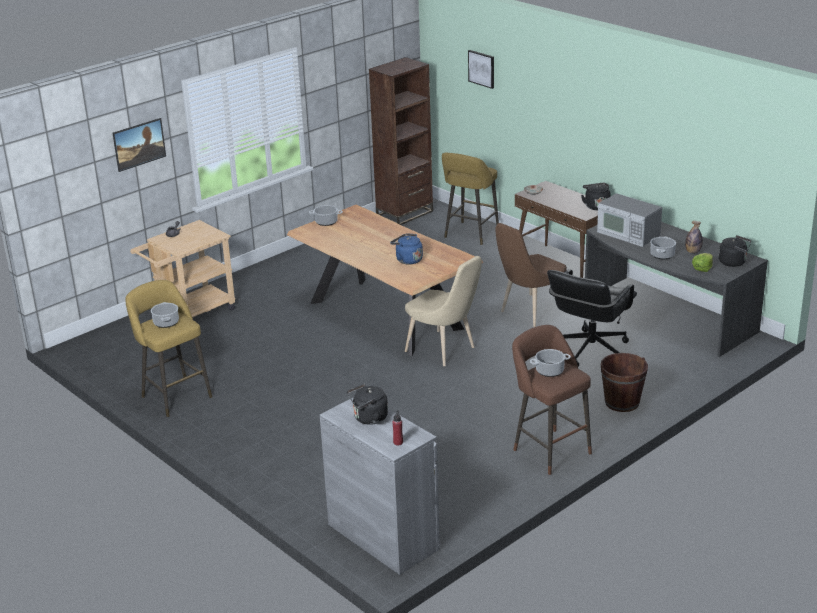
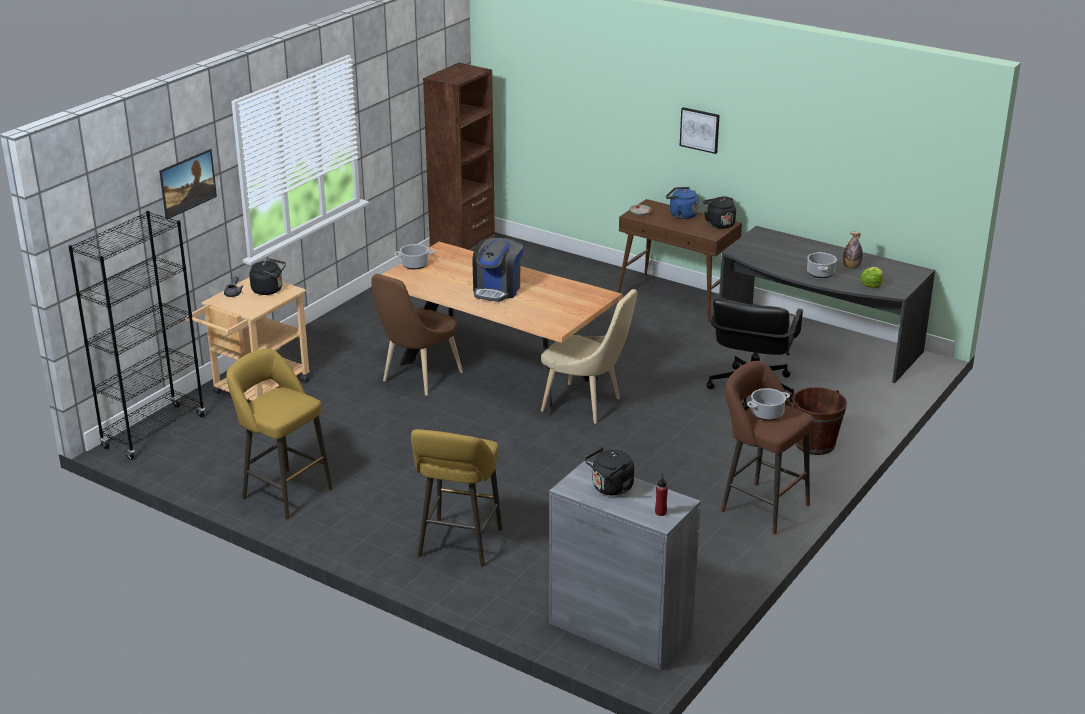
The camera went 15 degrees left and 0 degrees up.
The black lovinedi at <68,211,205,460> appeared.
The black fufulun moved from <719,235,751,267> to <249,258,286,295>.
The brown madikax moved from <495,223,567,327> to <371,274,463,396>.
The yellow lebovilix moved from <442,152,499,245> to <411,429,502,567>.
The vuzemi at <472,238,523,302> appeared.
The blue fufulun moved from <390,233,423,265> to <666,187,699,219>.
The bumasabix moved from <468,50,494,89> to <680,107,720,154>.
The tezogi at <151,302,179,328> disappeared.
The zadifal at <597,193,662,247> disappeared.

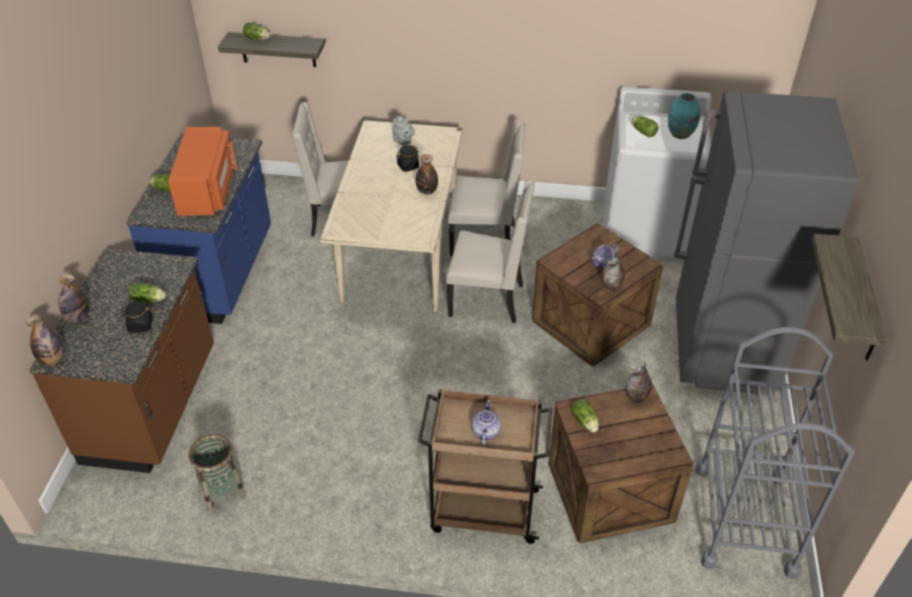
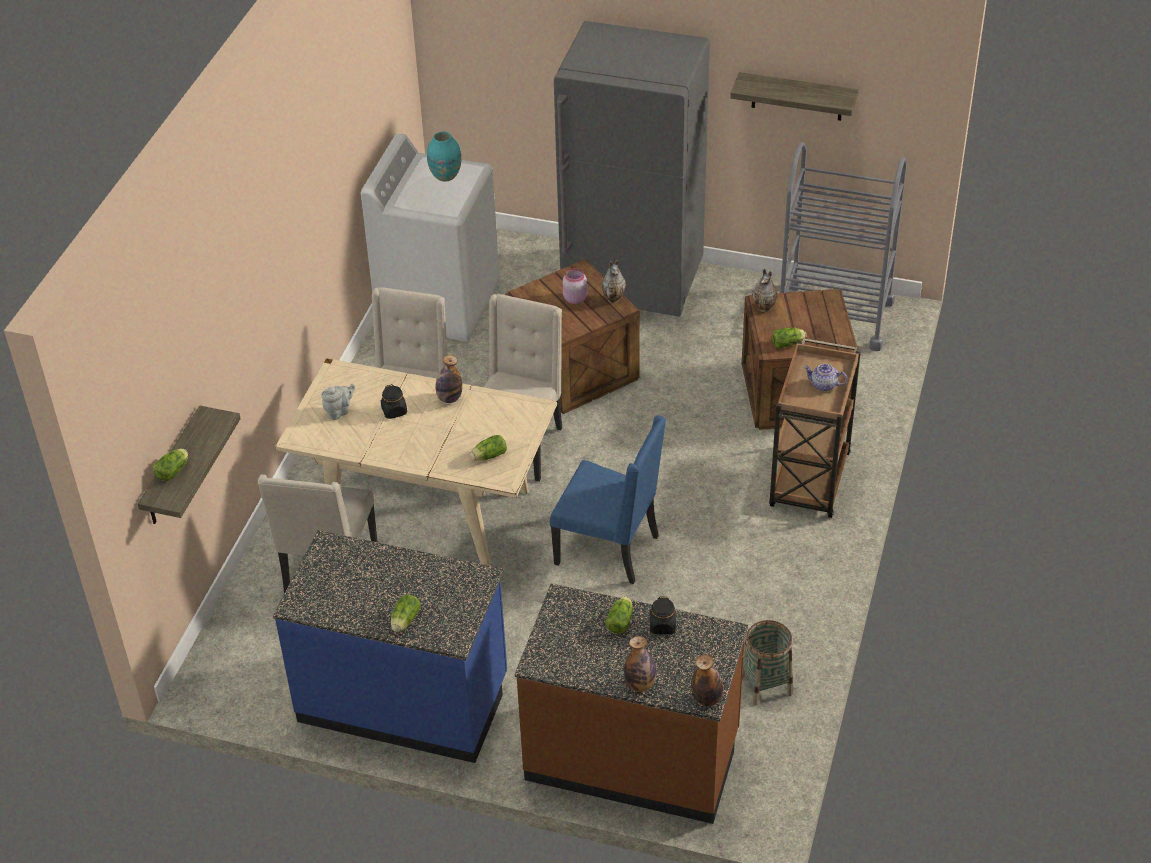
The camera went 80 degrees left and 0 degrees up.
The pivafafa moved from <632,116,659,137> to <470,435,507,461>.
The blue madikax at <550,416,666,584> appeared.
The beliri at <592,243,618,269> was replaced by the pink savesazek at <563,268,587,304>.
The orange zadifal at <168,127,238,216> disappeared.

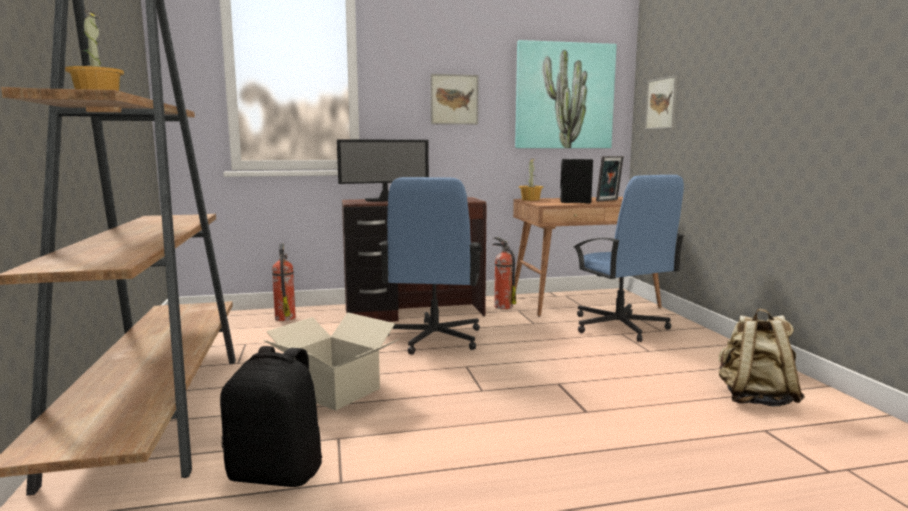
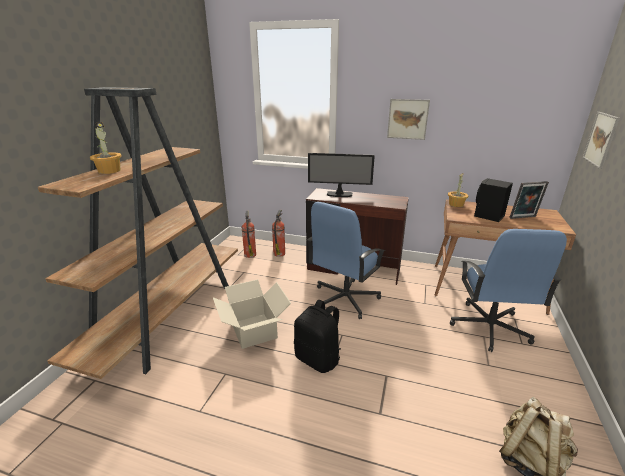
The camera went 30 degrees right and 15 degrees up.
The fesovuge moved from <492,237,516,309> to <242,210,256,258>.
The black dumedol moved from <220,346,322,487> to <294,300,341,373>.
The bumasabix at <515,40,617,148> disappeared.

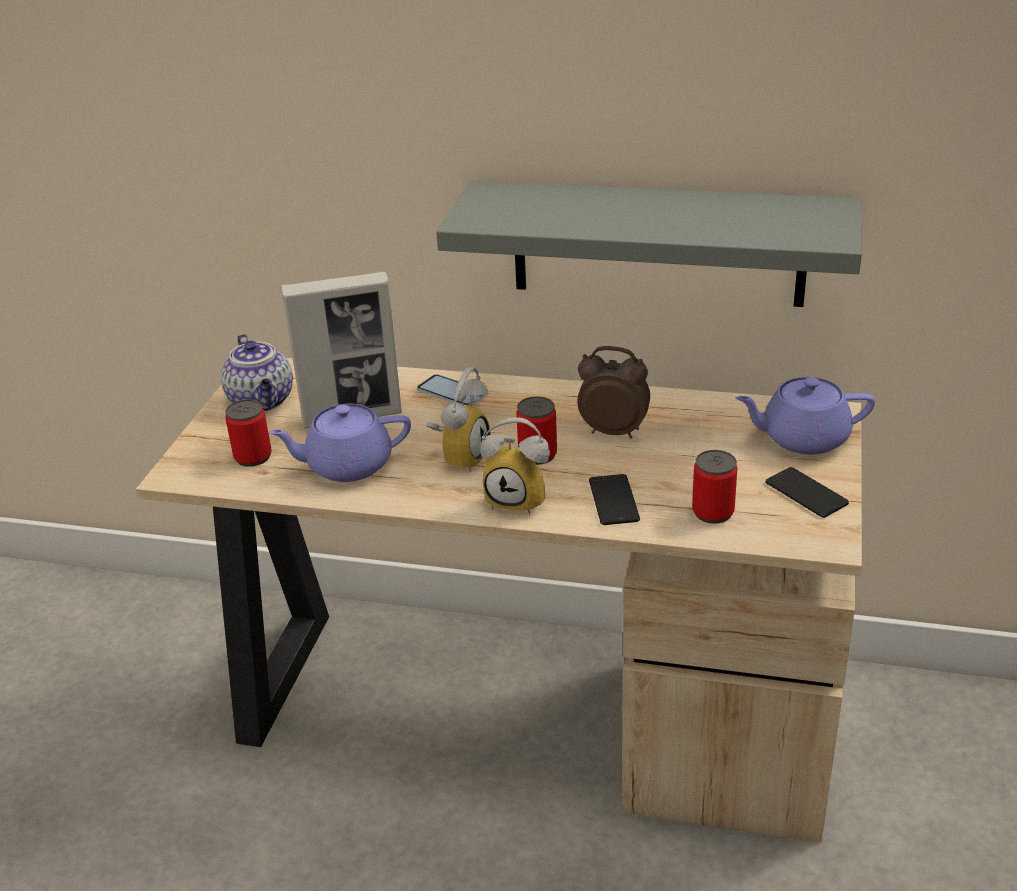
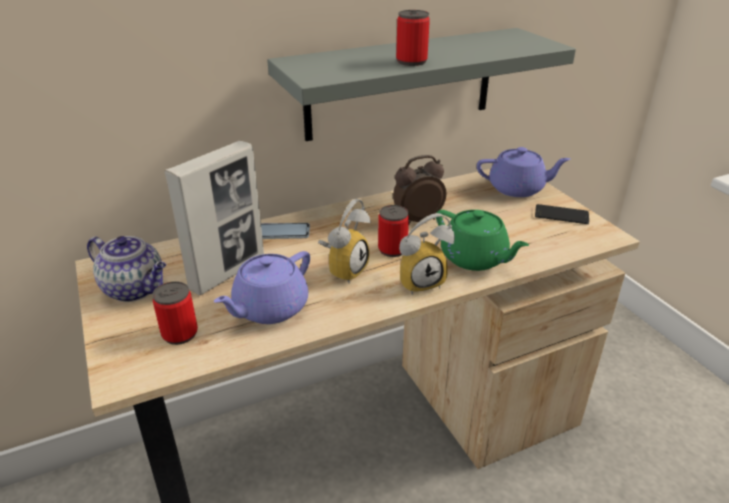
The camera went 40 degrees left and 0 degrees up.
The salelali at <426,367,491,472> turned 45 degrees clockwise.
The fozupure moved from <692,450,737,524> to <396,10,430,66>.
The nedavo at <589,474,640,525> was replaced by the green beliri at <436,210,529,271>.
The purple beliri at <735,377,875,455> turned 135 degrees counterclockwise.

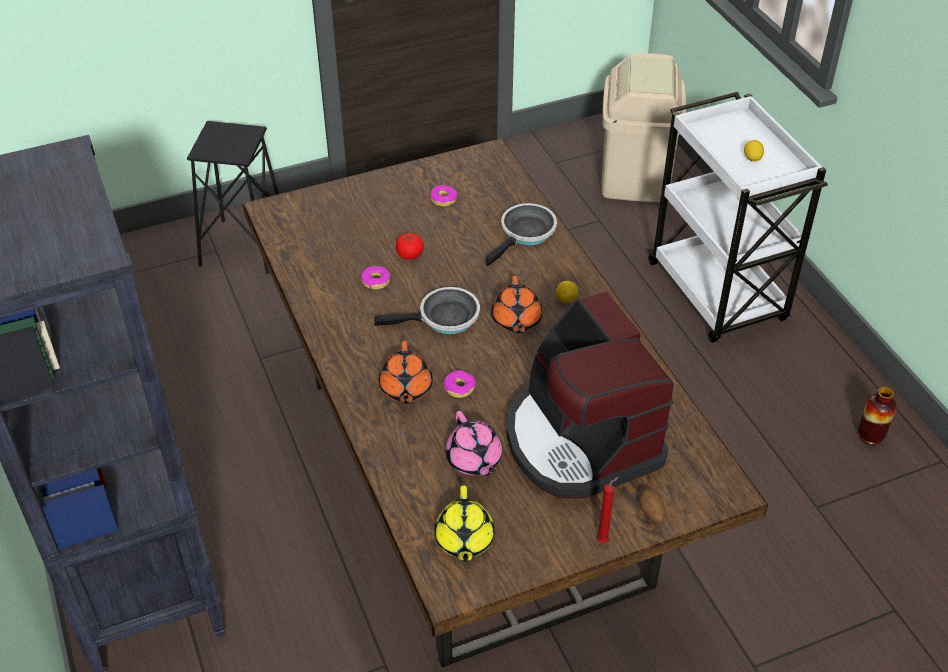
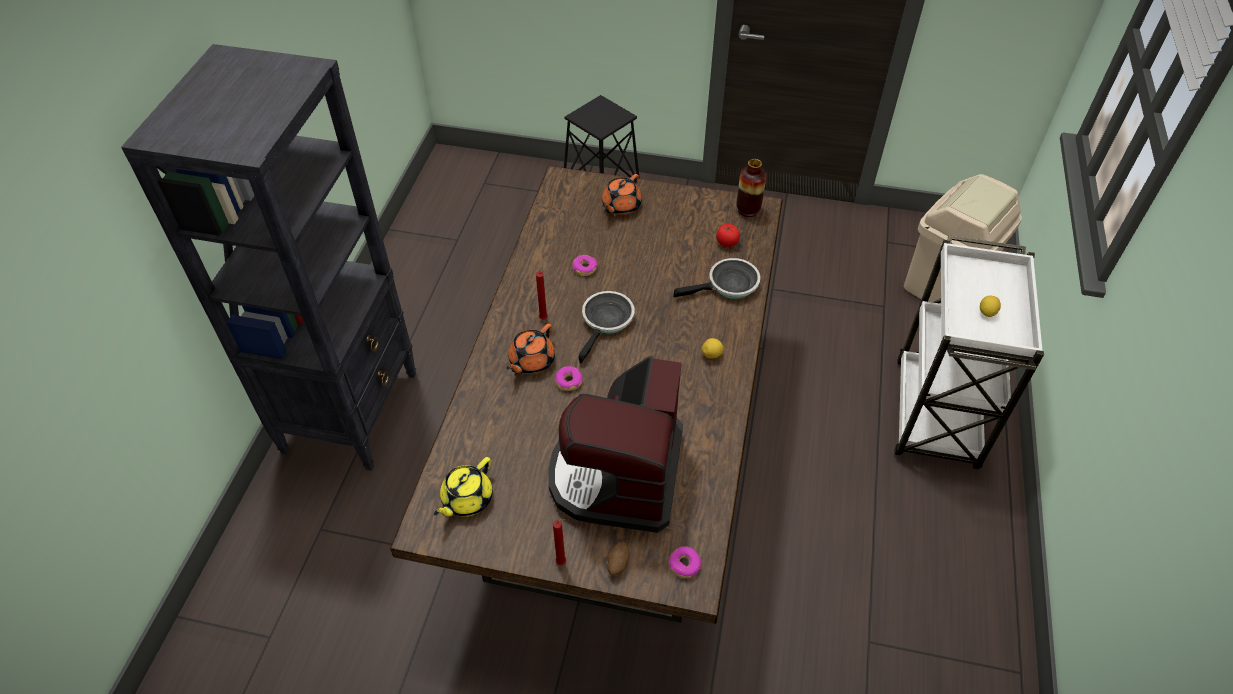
The camera went 35 degrees right and 5 degrees up.
The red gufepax at <536,264,548,320> appeared.
The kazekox at <374,287,480,334> turned 90 degrees counterclockwise.
The orange beliri moved from <491,276,543,334> to <602,174,642,215>.
The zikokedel moved from <430,185,458,206> to <669,546,701,578>.
The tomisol moved from <396,233,424,260> to <716,224,740,247>.
The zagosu moved from <858,387,897,445> to <736,159,766,217>.
The pink beliri at <445,411,503,476> disappeared.

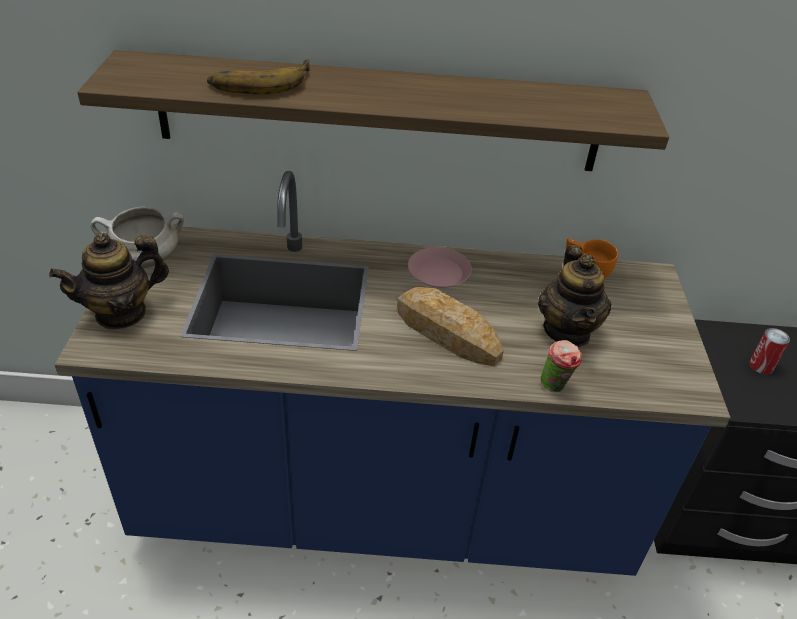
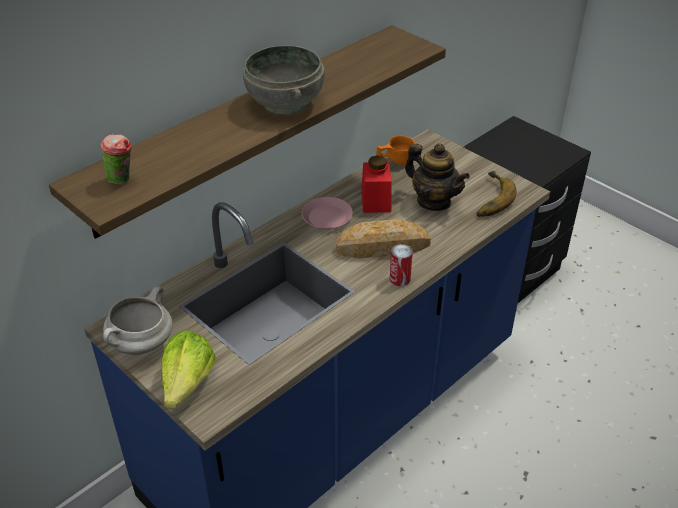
The camera went 45 degrees left and 0 degrees up.
The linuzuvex moved from <541,340,582,392> to <101,134,132,184>.
The beliri at <49,233,169,330> was replaced by the pivafafa at <161,330,216,408>.
The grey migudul at <243,45,325,115> appeared.
The red savesazek at <361,155,392,213> appeared.
The fozupure moved from <749,328,790,374> to <390,244,413,286>.
The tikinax moved from <207,59,310,94> to <476,171,517,217>.

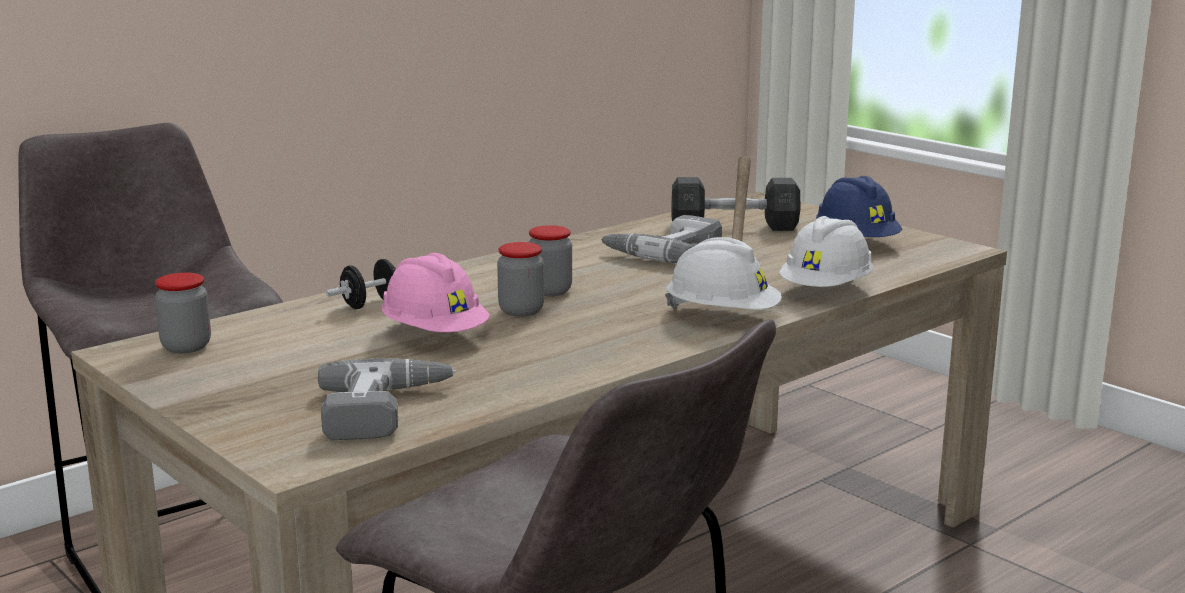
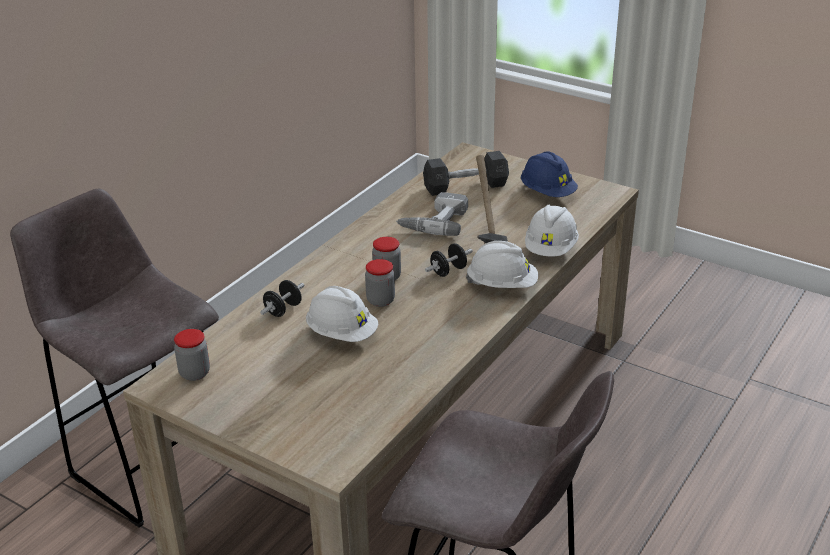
The camera went 15 degrees left and 15 degrees up.
The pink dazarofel at <382,253,490,332> became the white dazarofel at <306,286,378,342>.
The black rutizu at <425,243,473,277> appeared.
The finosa at <318,358,456,440> disappeared.

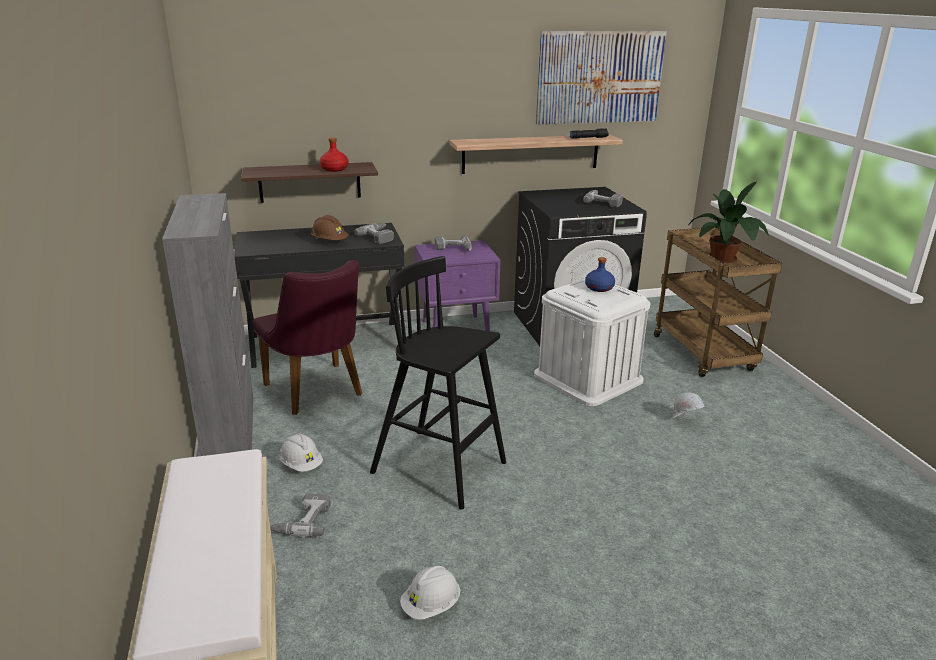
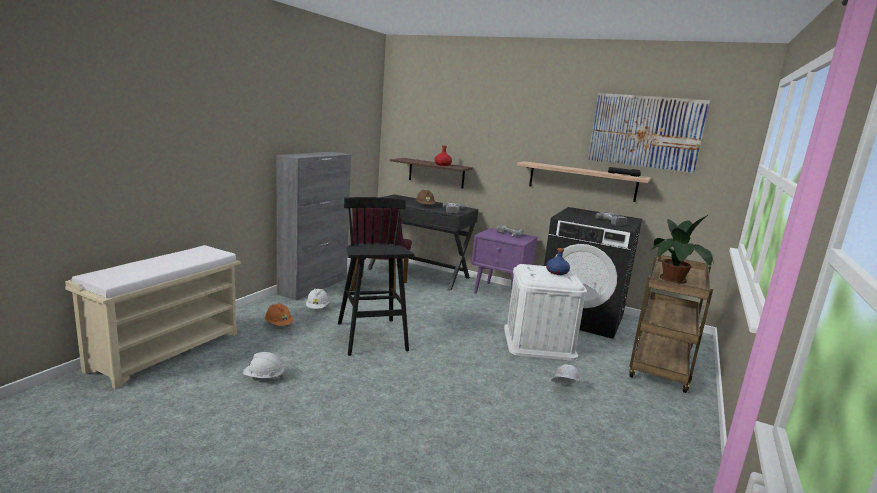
The camera went 40 degrees right and 10 degrees down.
The finosa at <270,494,331,537> was replaced by the orange dazarofel at <265,303,294,326>.

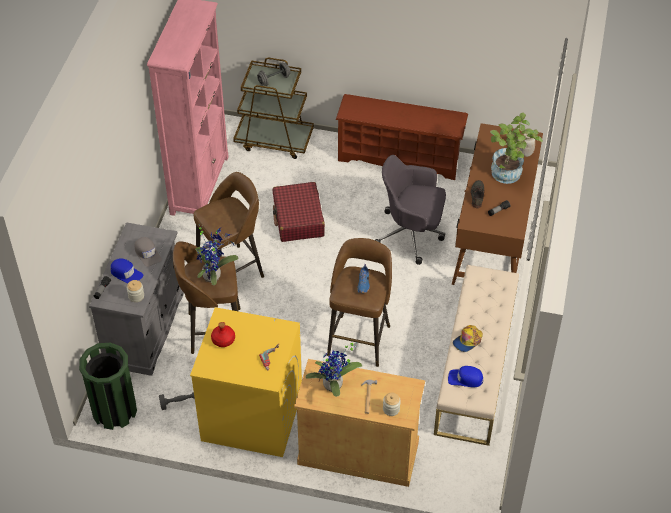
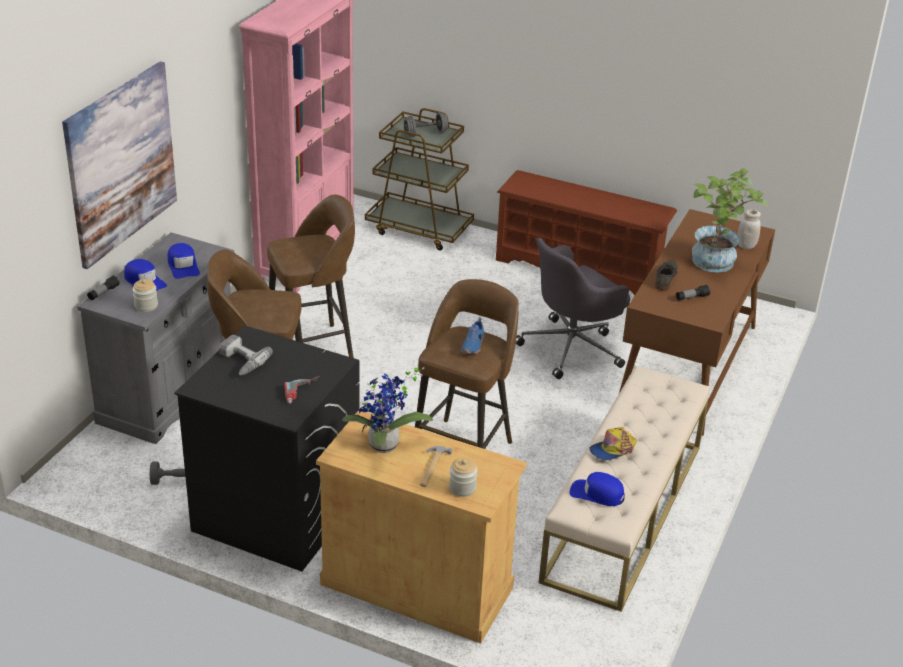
The camera went 10 degrees right and 15 degrees down.
The bumasabix at <62,61,177,269> appeared.
The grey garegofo at <135,237,162,267> became the blue garegofo at <168,243,200,279>.
The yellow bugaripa at <190,307,302,457> became the black bugaripa at <175,326,360,572>.
The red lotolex at <211,322,235,347> was replaced by the finosa at <219,334,273,375>.
The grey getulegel at <375,155,446,265> turned 60 degrees counterclockwise.
The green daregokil at <79,342,137,430> disappeared.
The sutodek at <195,225,238,285> disappeared.
The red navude at <273,182,325,242> disappeared.

